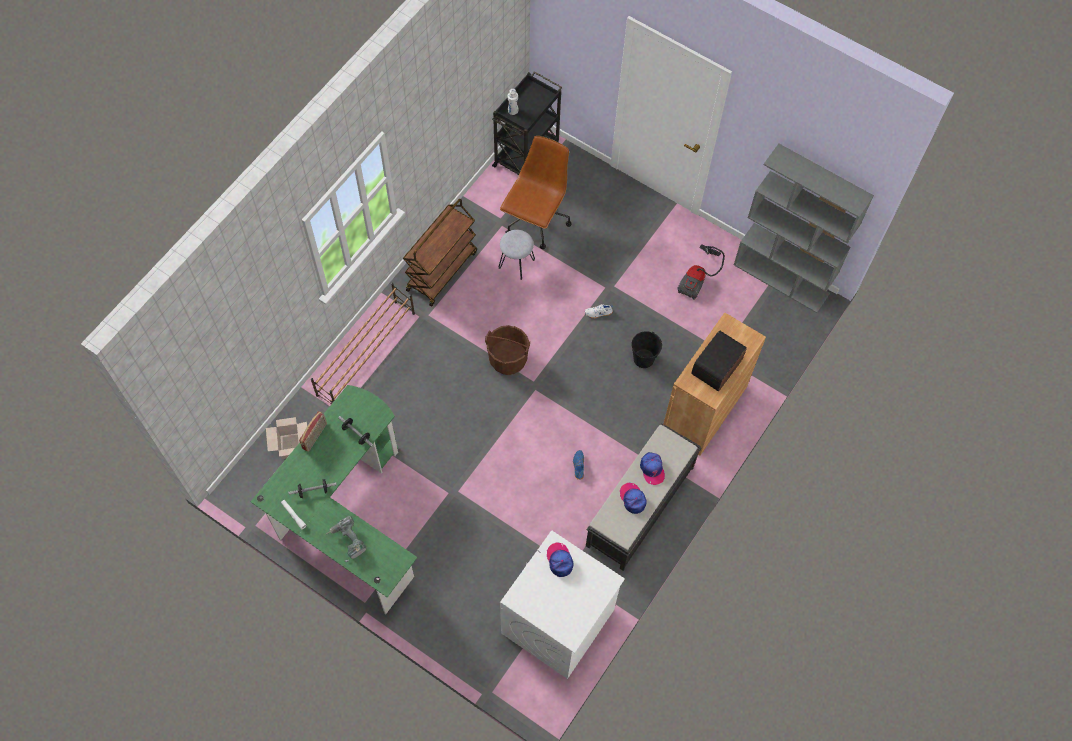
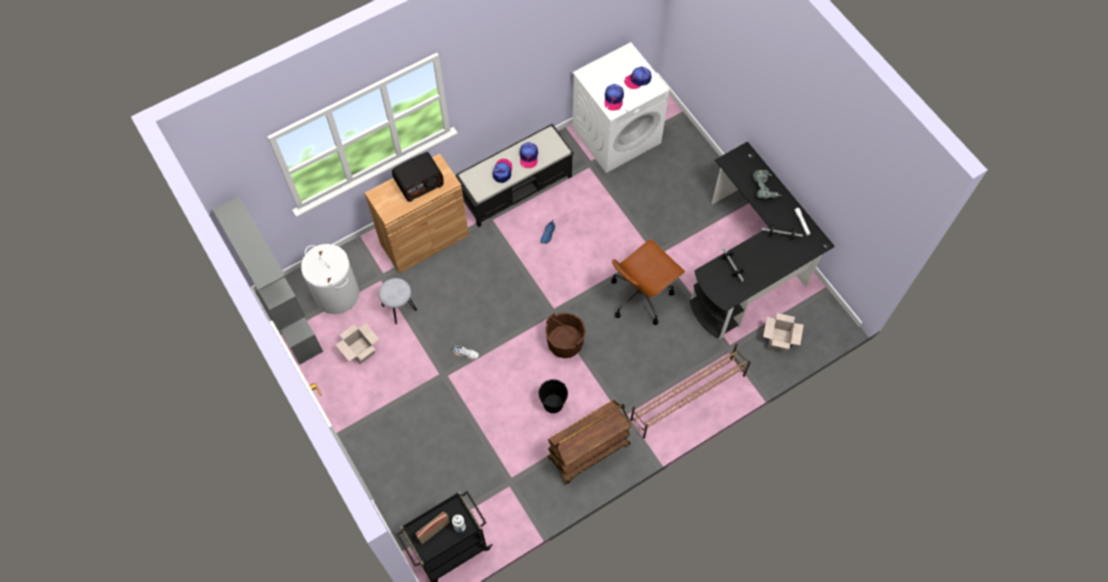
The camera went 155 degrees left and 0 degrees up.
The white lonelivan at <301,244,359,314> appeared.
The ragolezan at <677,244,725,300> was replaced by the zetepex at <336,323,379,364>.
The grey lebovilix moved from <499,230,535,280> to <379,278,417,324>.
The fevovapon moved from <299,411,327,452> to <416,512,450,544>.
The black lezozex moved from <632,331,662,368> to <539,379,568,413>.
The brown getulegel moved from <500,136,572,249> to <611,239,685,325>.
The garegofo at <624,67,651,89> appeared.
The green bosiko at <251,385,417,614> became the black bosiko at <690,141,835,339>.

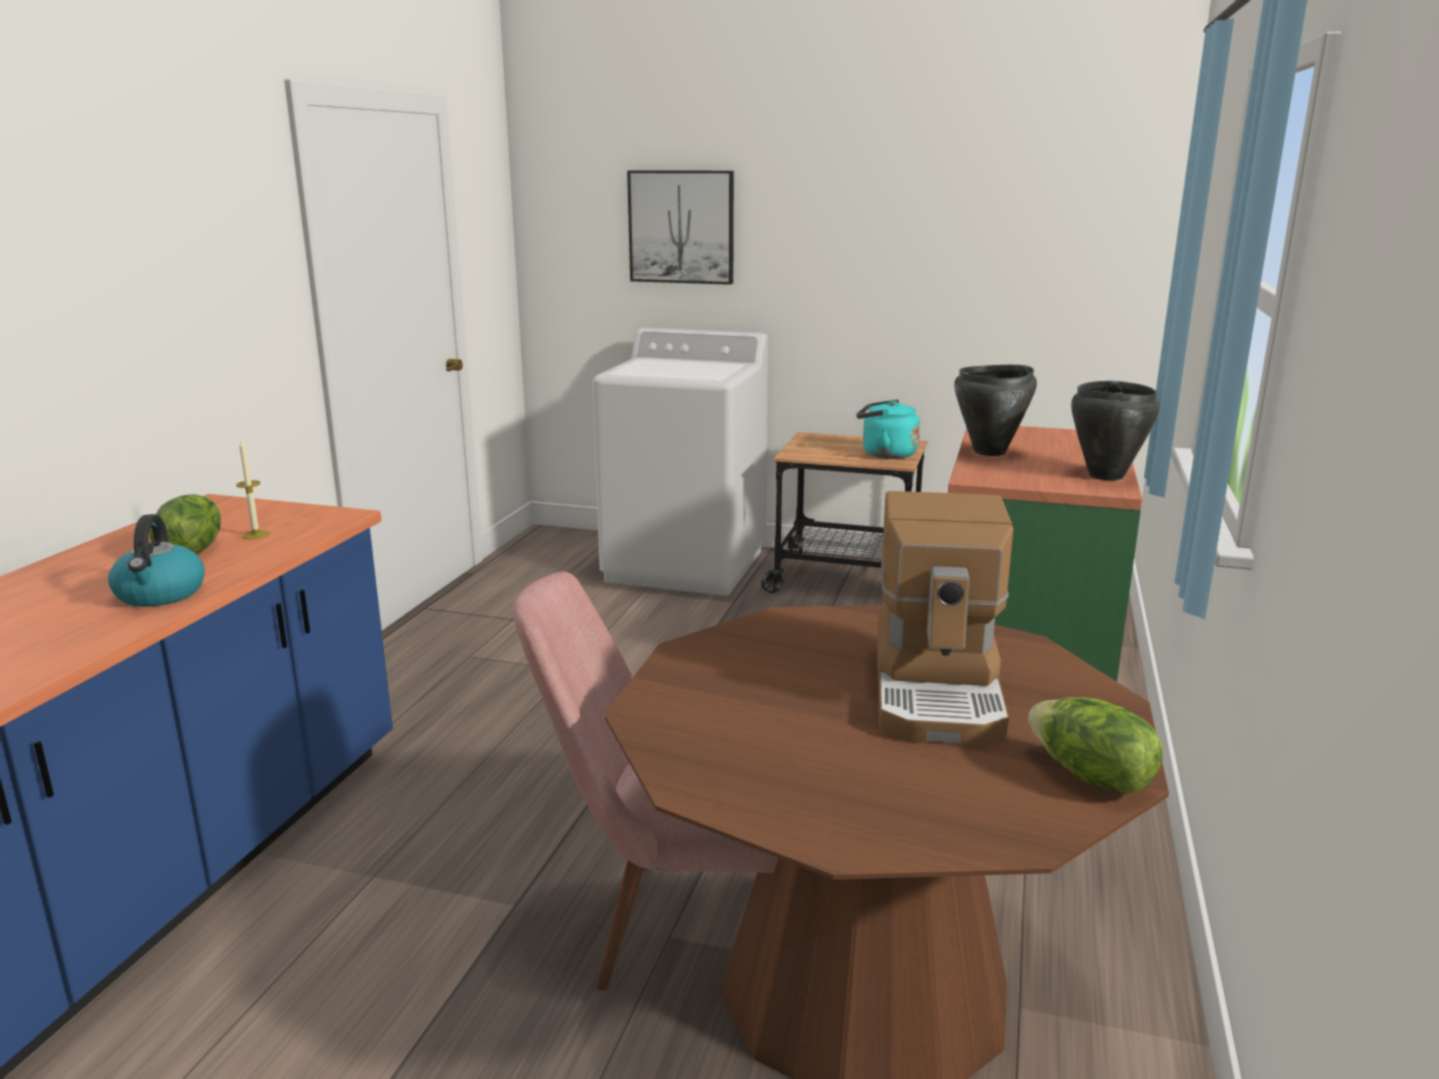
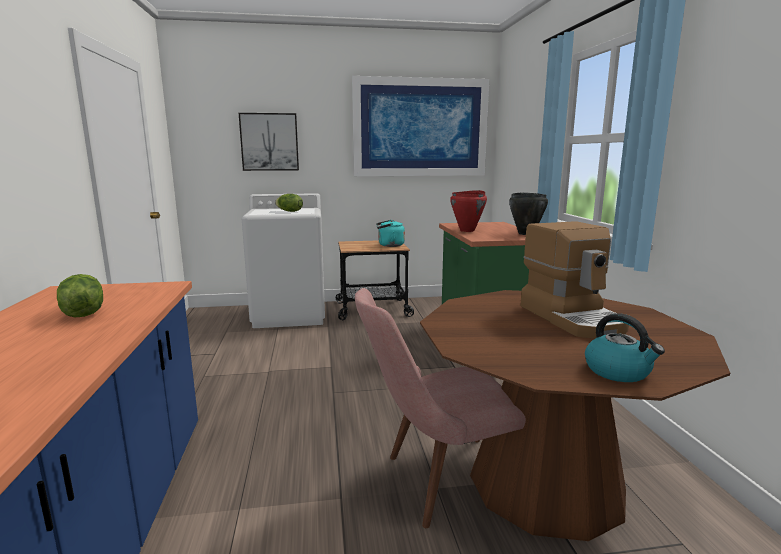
The camera went 25 degrees left and 5 degrees down.
The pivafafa moved from <1028,697,1163,794> to <275,194,303,212>.
The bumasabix at <352,76,489,176> appeared.
The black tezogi at <954,365,1037,456> became the red tezogi at <450,190,487,232>.
The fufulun moved from <108,514,205,607> to <585,313,665,382>.
The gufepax at <236,439,270,540> disappeared.

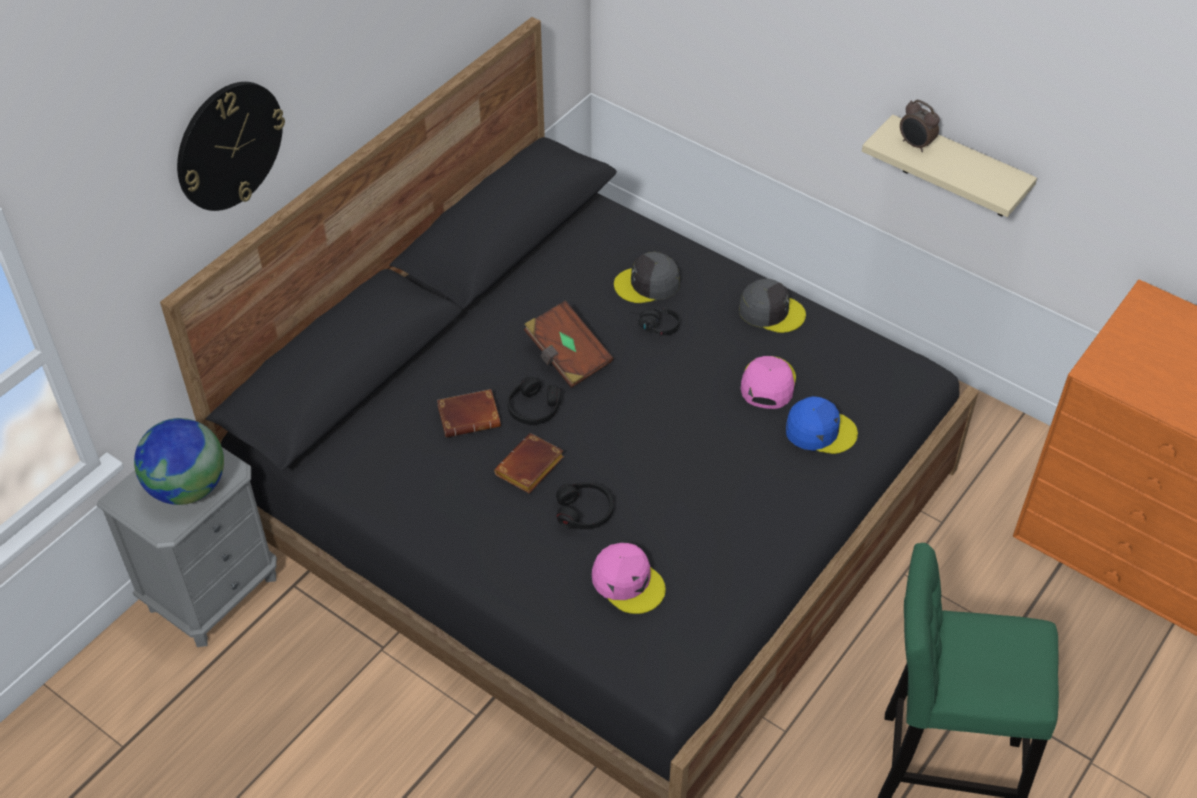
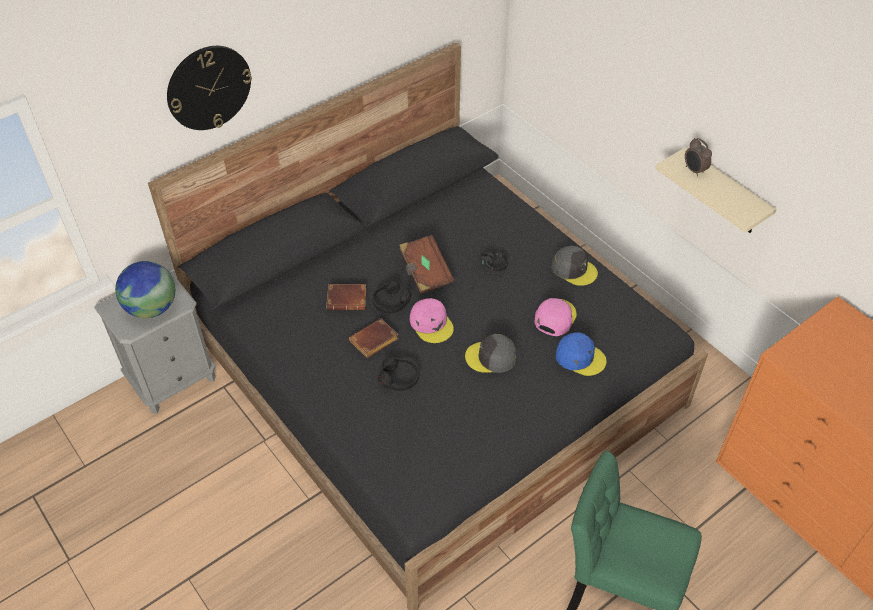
The camera went 15 degrees right and 0 degrees up.
The pink garegofo moved from <592,543,666,614> to <410,298,454,343>.
The grey garegofo moved from <614,252,680,303> to <465,334,516,373>.

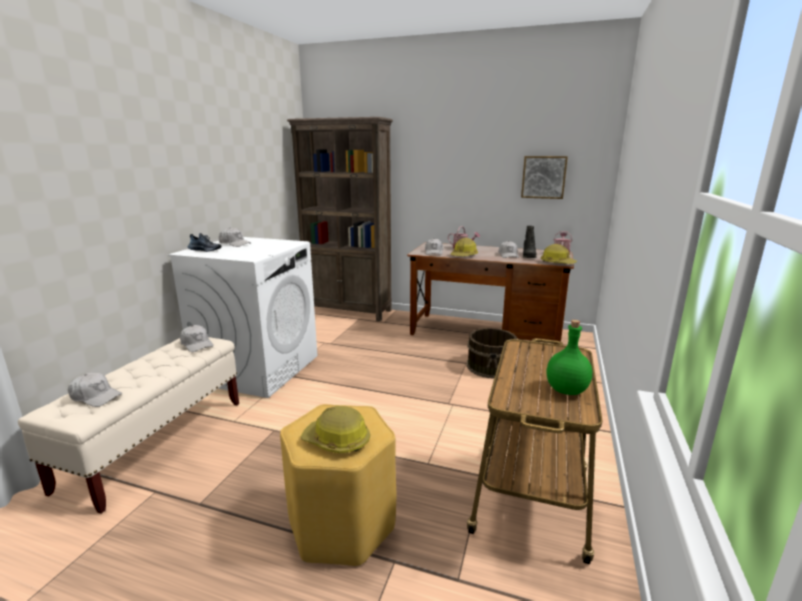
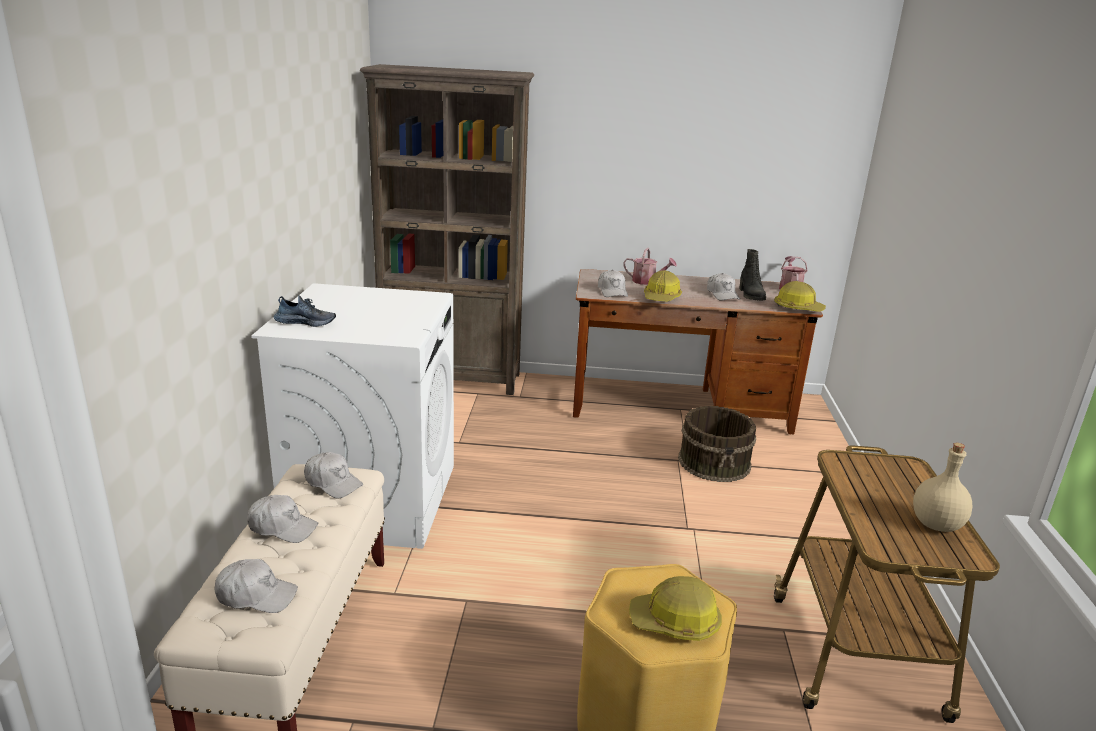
The camera went 15 degrees left and 5 degrees up.
The white garegofo moved from <219,228,251,247> to <247,495,319,543>.
The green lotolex at <547,320,592,395> became the beige lotolex at <913,443,973,532>.
The bumasabix at <521,156,568,199> disappeared.

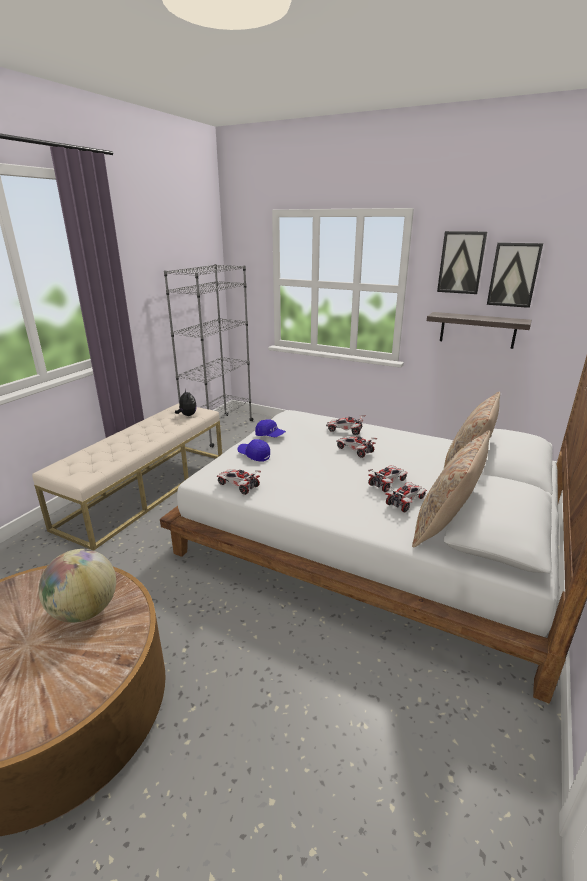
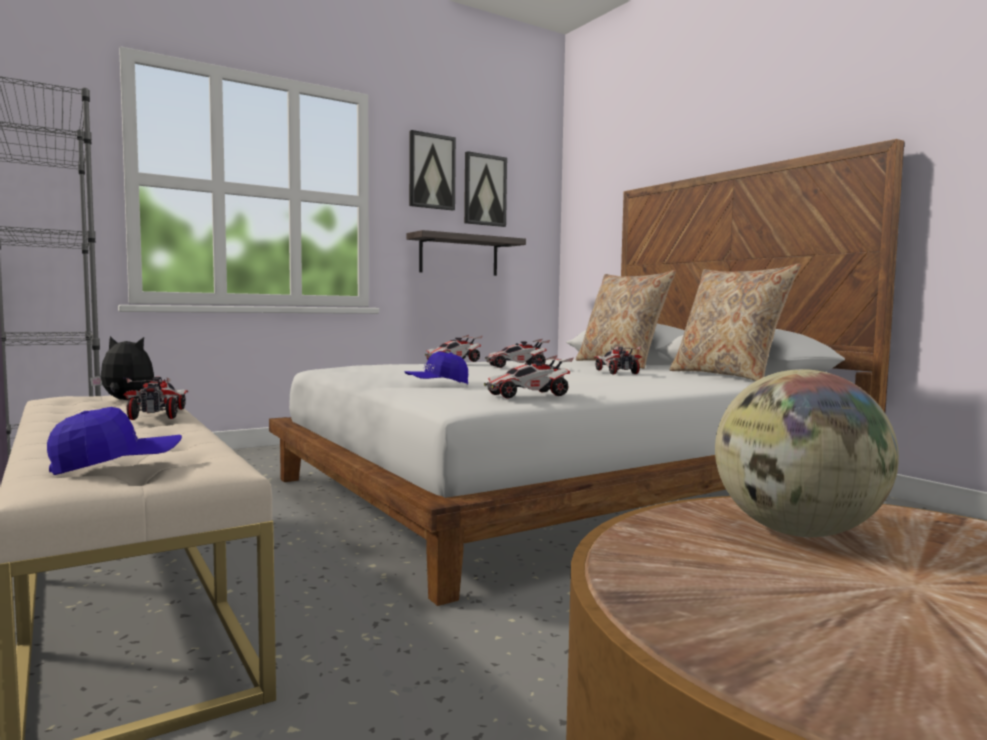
The camera went 60 degrees left and 20 degrees down.
The blue garegofo moved from <255,419,286,437> to <47,407,182,475>.
The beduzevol moved from <386,482,427,512> to <123,377,188,420>.

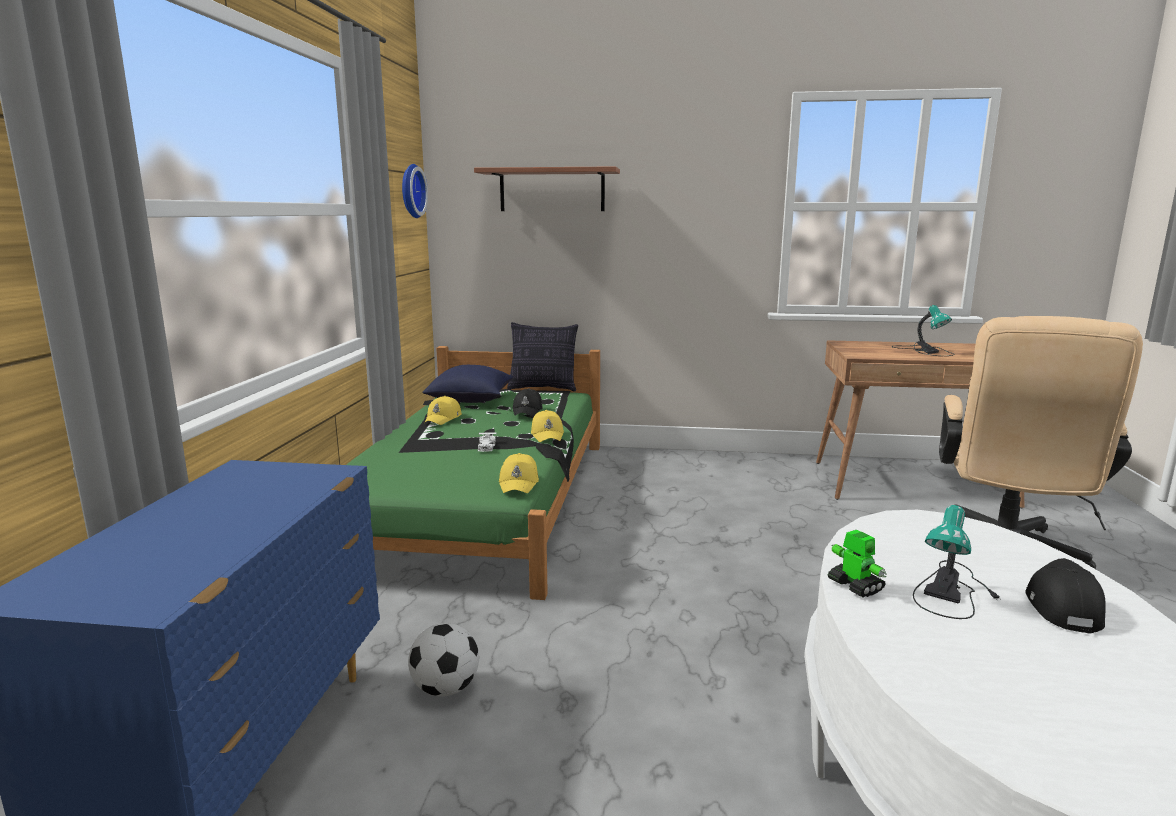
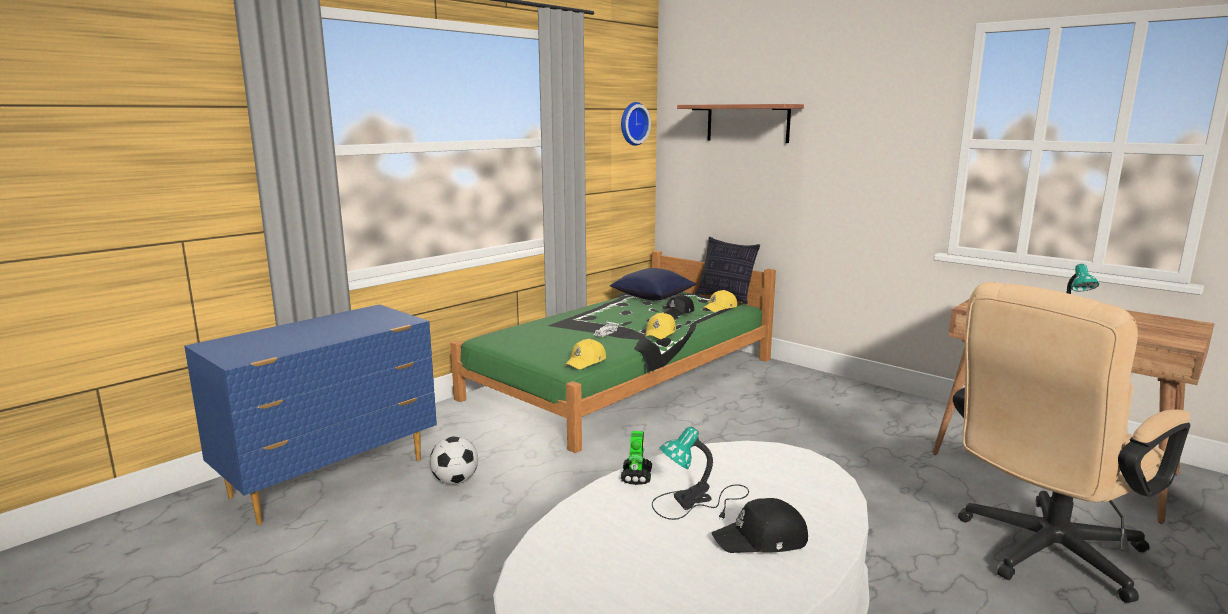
The camera went 35 degrees right and 0 degrees up.
The yellow garegofo moved from <424,396,462,425> to <703,290,737,312>.
The black garegofo at <1025,558,1106,634> turned 150 degrees counterclockwise.

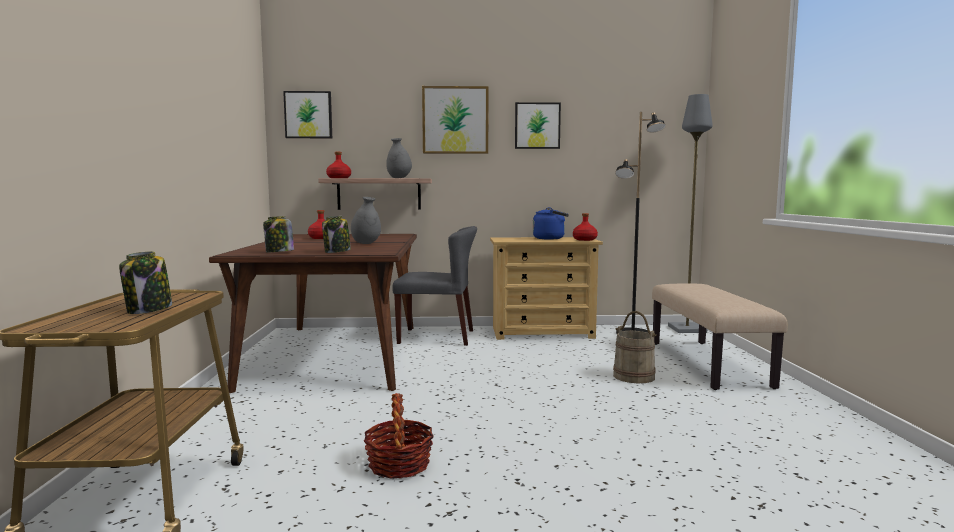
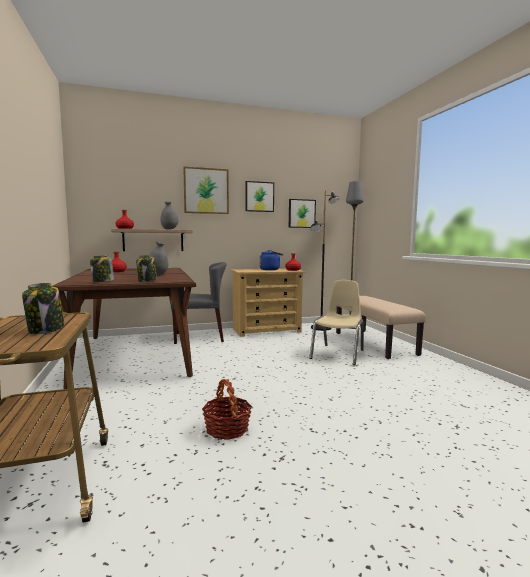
The camera went 15 degrees left and 0 degrees up.
The bumasabix moved from <283,91,332,138> to <289,199,316,228>.
The beige lezozex at <613,311,657,383> was replaced by the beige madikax at <309,280,364,365>.

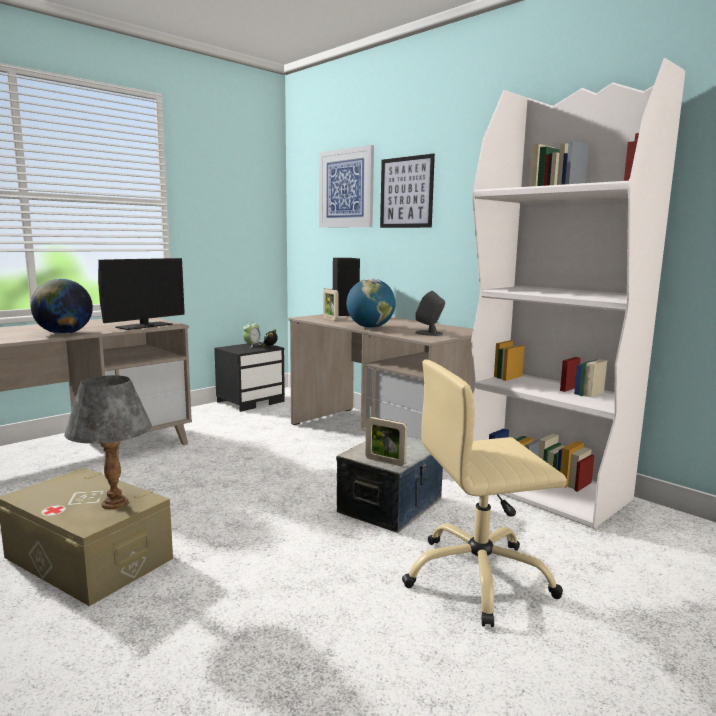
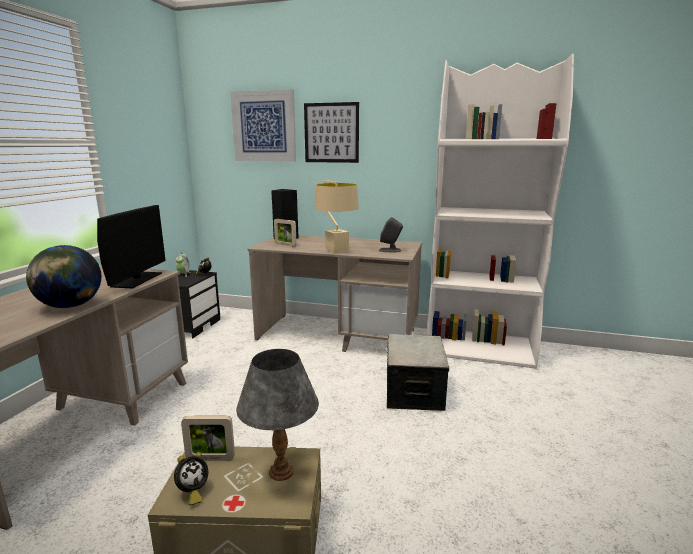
The camera went 30 degrees left and 5 degrees up.
The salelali at <174,452,208,505> appeared.
The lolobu moved from <366,417,407,466> to <181,416,235,461>.
The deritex at <347,279,396,328> was replaced by the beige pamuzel at <315,180,359,253>.
The beige getulegel at <402,360,567,627> disappeared.

